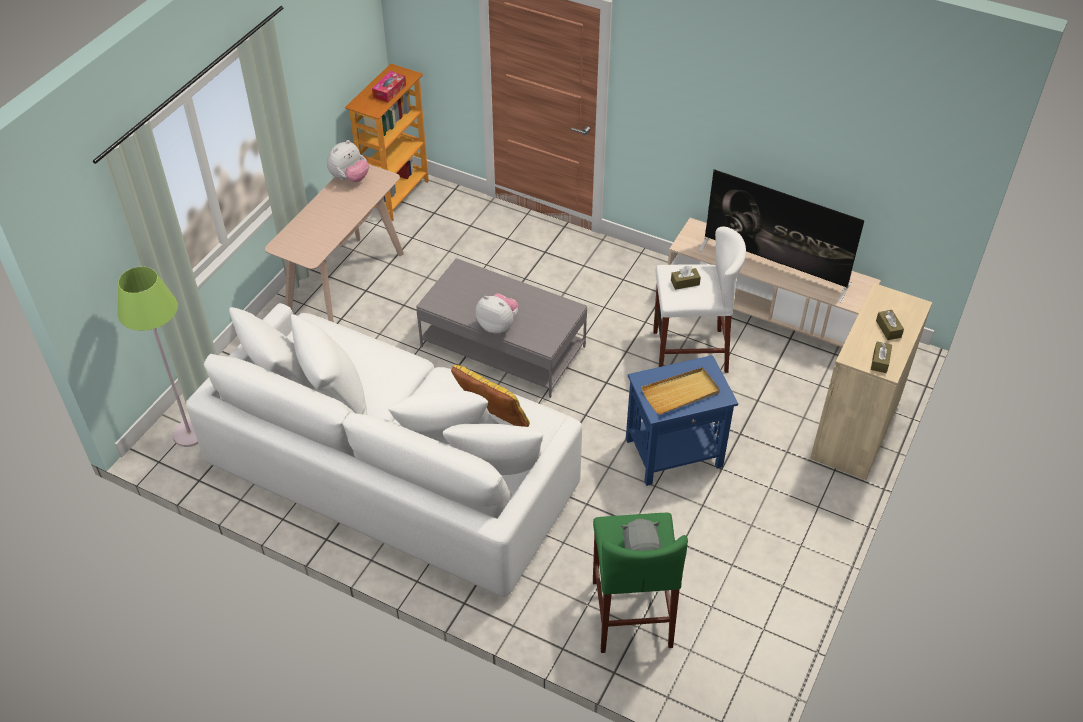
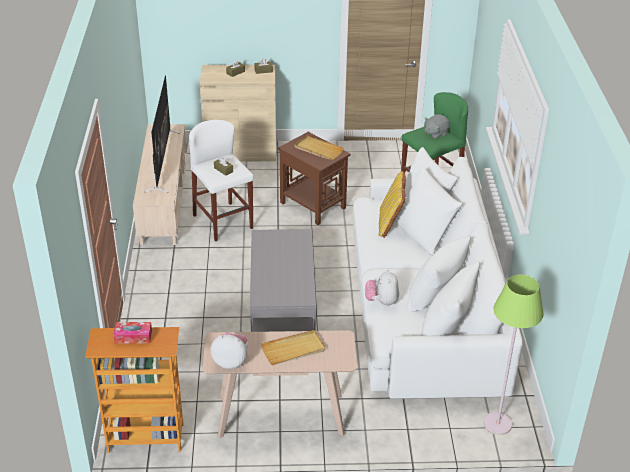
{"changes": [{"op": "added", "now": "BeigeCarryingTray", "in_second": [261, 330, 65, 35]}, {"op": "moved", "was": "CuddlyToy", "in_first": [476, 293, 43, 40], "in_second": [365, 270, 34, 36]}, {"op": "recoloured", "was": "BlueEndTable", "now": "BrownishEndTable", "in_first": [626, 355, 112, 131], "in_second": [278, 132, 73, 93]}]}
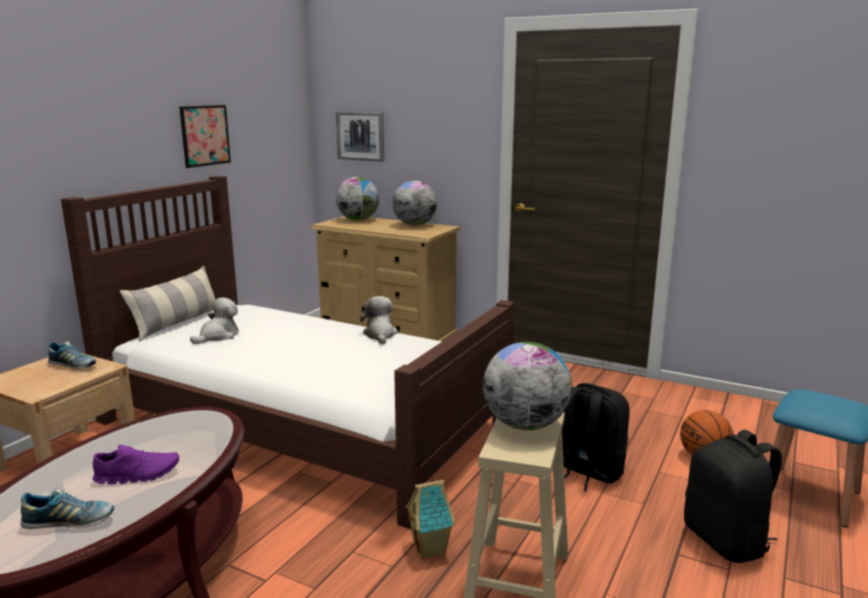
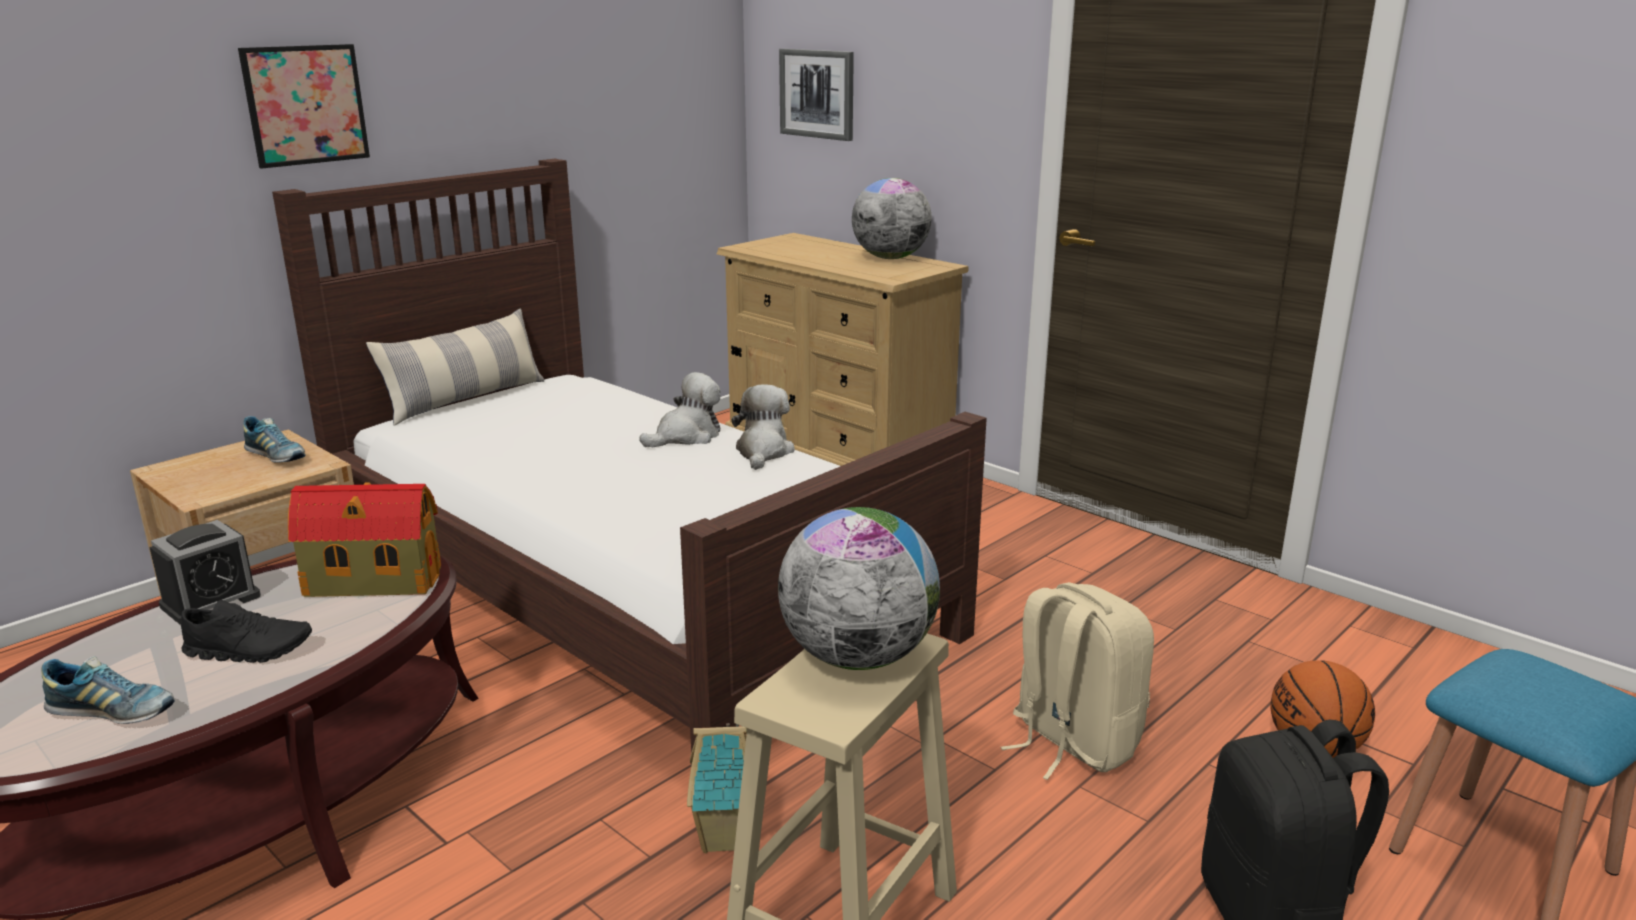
{"changes": [{"op": "removed", "was": "Globe", "in_first": [336, 177, 43, 43]}, {"op": "added", "now": "TableClock", "in_second": [149, 520, 112, 105]}, {"op": "added", "now": "ToyHouse", "in_second": [288, 482, 153, 115]}, {"op": "moved", "was": "WallPicture", "in_first": [179, 105, 52, 63], "in_second": [238, 44, 132, 125]}, {"op": "moved", "was": "CuddlyToy", "in_first": [190, 297, 49, 47], "in_second": [639, 372, 82, 75]}, {"op": "recoloured", "was": "PurpleColouredLowShoe", "now": "BlackColouredLowShoe", "in_first": [93, 445, 86, 40], "in_second": [181, 600, 131, 63]}, {"op": "recoloured", "was": "BlackColouredRucksack", "now": "BeigeRucksack", "in_first": [562, 383, 67, 108], "in_second": [1000, 582, 154, 198]}]}
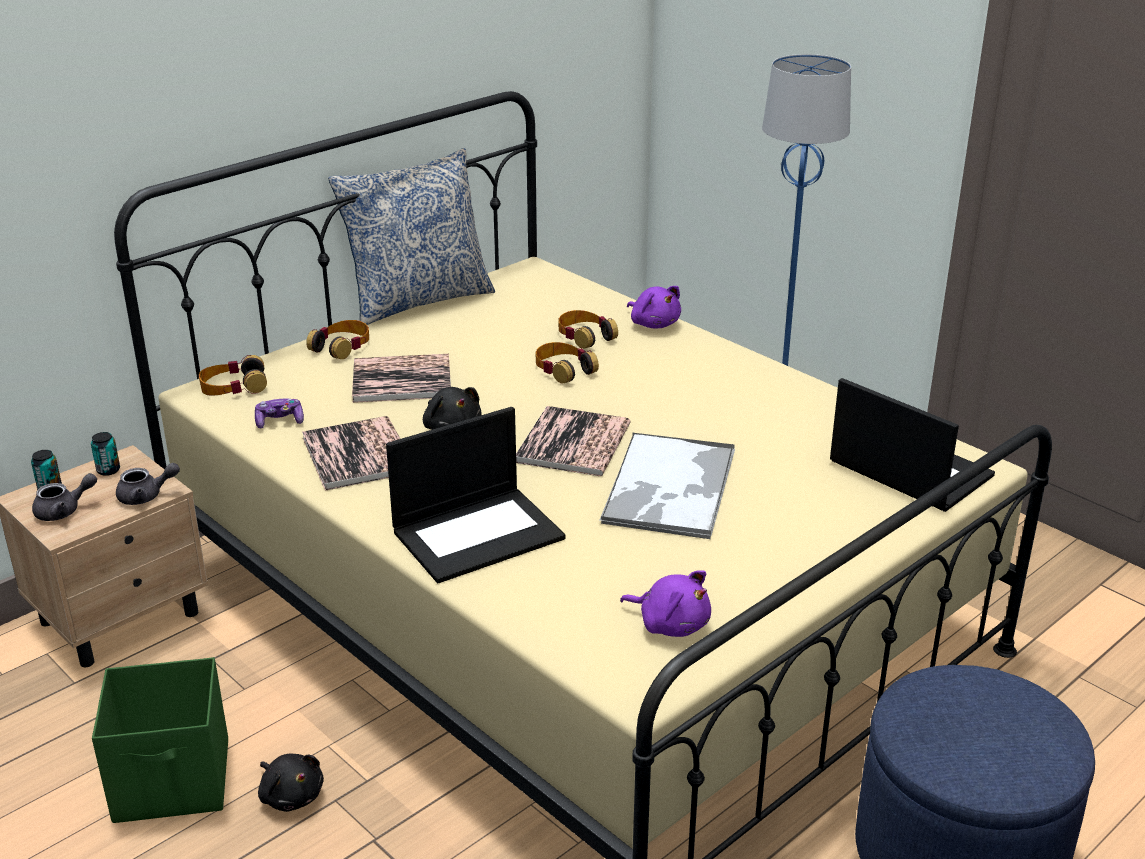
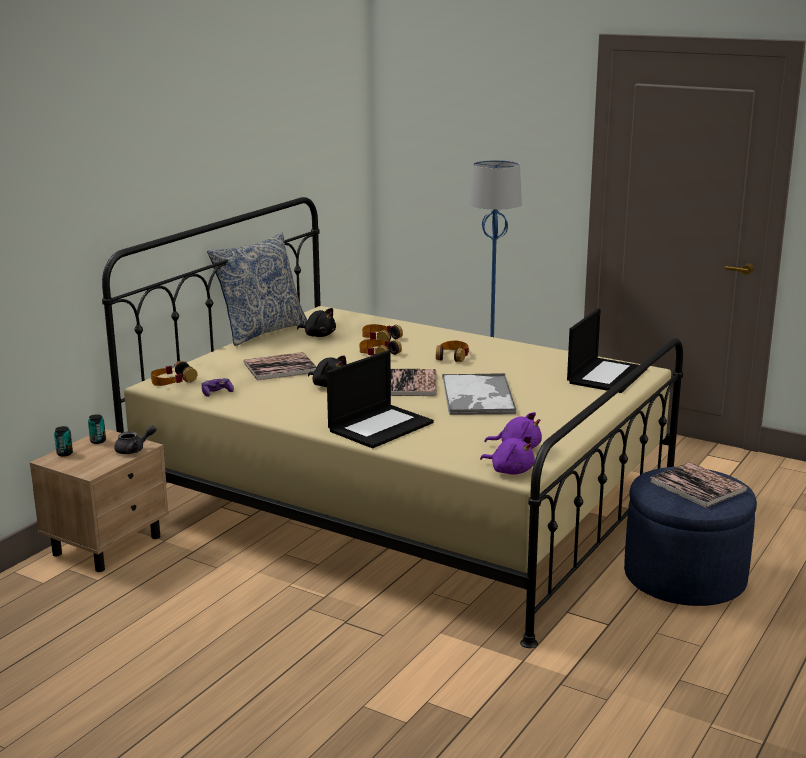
{"changes": [{"op": "removed", "was": "GreyPotForTea", "in_first": [32, 473, 65, 48]}, {"op": "removed", "was": "GreenStorageBox", "in_first": [92, 657, 136, 166]}, {"op": "moved", "was": "BlackColouredCuddlyToy", "in_first": [258, 754, 66, 58], "in_second": [297, 308, 39, 29]}, {"op": "moved", "was": "Volume", "in_first": [302, 416, 98, 75], "in_second": [650, 462, 98, 46]}, {"op": "moved", "was": "Headphones", "in_first": [306, 320, 63, 39], "in_second": [436, 341, 33, 21]}, {"op": "moved", "was": "PurpleColouredCuddlyToy", "in_first": [627, 286, 54, 43], "in_second": [480, 435, 55, 40]}, {"op": "turned", "was": "Laptop", "in_first": [830, 378, 165, 134], "in_second": [567, 308, 81, 85], "clockwise": 90}]}
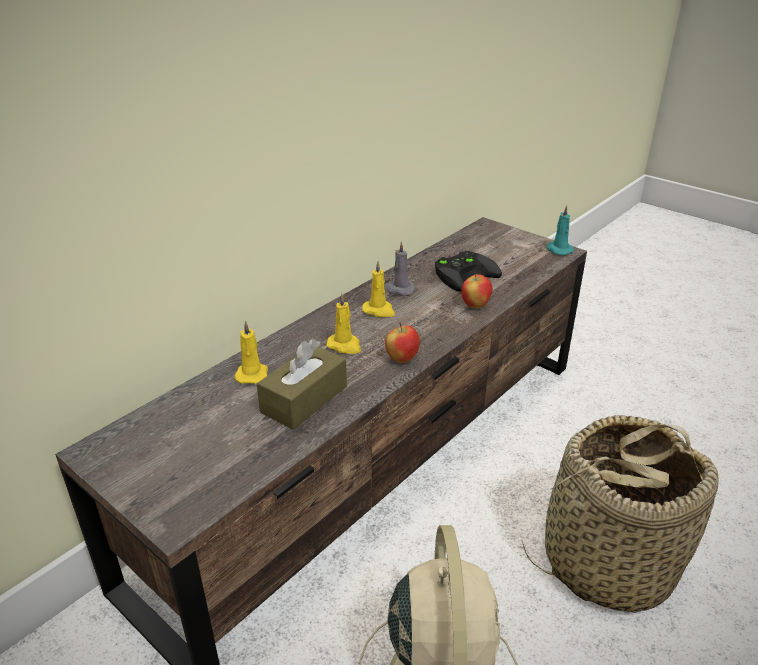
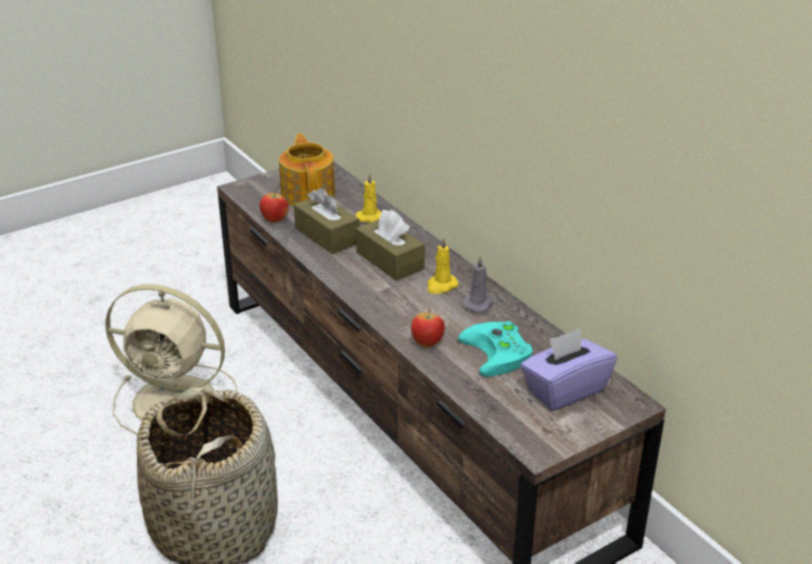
{"changes": [{"op": "removed", "was": "BlueGreenWaxLight", "in_first": [547, 205, 27, 50]}, {"op": "added", "now": "PotForTea", "in_second": [279, 133, 56, 73]}, {"op": "added", "now": "PurpleColouredTissueHolder", "in_second": [520, 329, 97, 82]}, {"op": "moved", "was": "Apple", "in_first": [385, 323, 35, 40], "in_second": [259, 189, 29, 34]}, {"op": "replaced", "was": "YellowColouredWaxLight", "now": "BrownishTissueHolder", "in_first": [326, 294, 35, 60], "in_second": [356, 210, 69, 71]}, {"op": "recoloured", "was": "BlackColouredGameController", "now": "BlueGreenGameController", "in_first": [435, 251, 67, 41], "in_second": [458, 321, 75, 56]}]}
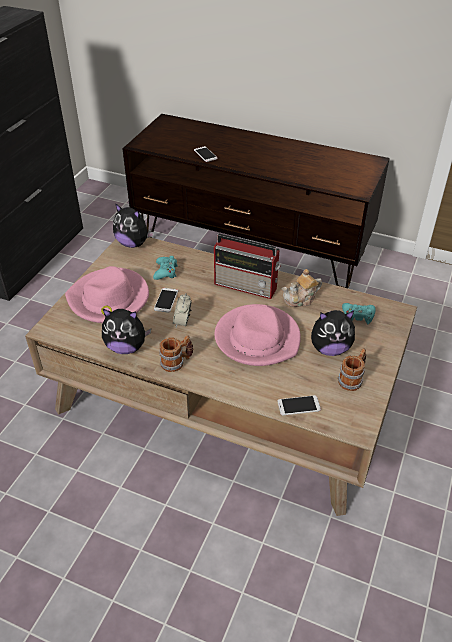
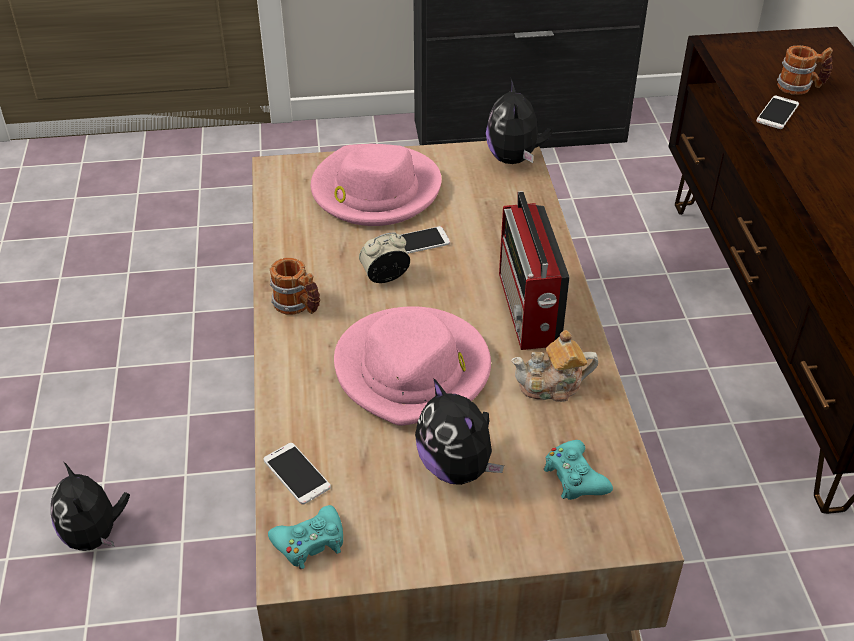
{"changes": [{"op": "moved", "was": "CuddlyToy", "in_first": [102, 309, 49, 45], "in_second": [51, 462, 79, 89]}, {"op": "moved", "was": "BlueGreenGameController", "in_first": [153, 256, 25, 24], "in_second": [268, 505, 75, 64]}, {"op": "moved", "was": "CoffeeMug", "in_first": [338, 348, 28, 43], "in_second": [777, 46, 56, 49]}, {"op": "turned", "was": "PotForTea", "in_first": [282, 269, 40, 38], "in_second": [511, 330, 87, 72], "clockwise": -45}]}
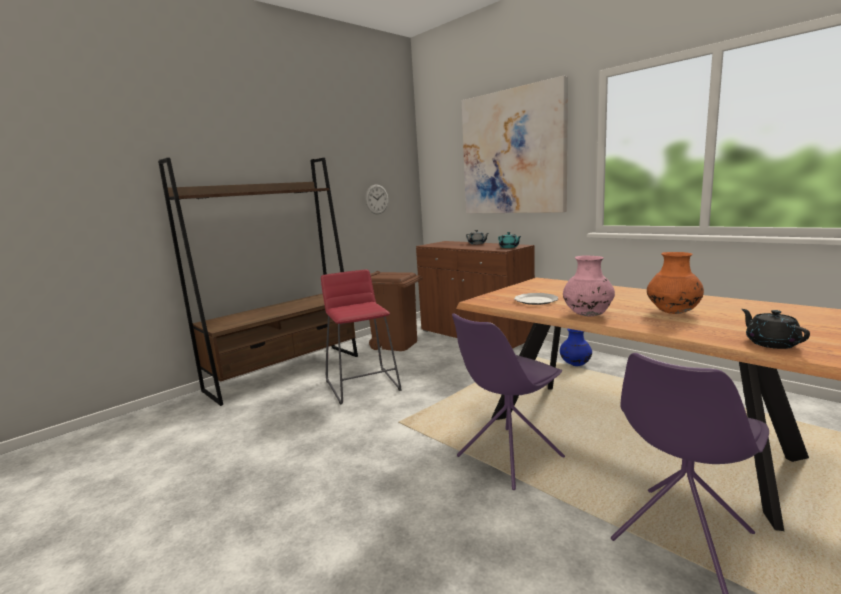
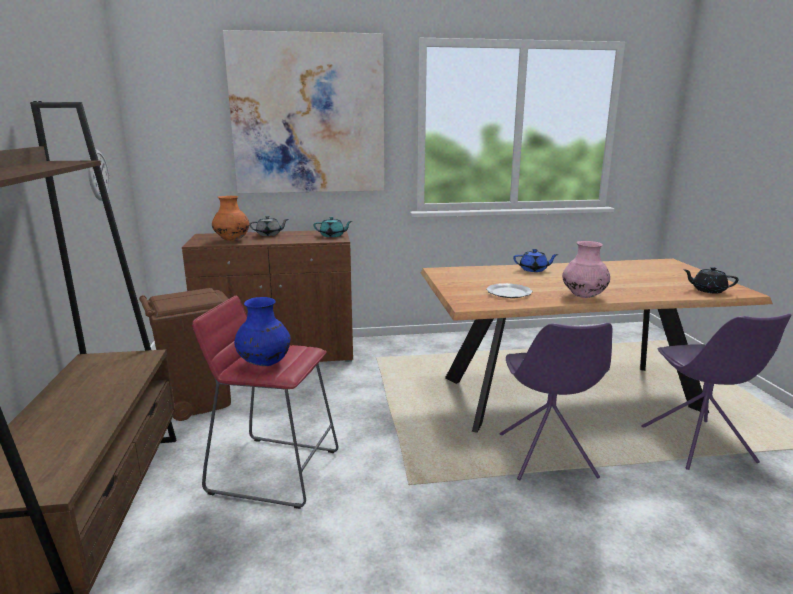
{"changes": [{"op": "added", "now": "BluePotForTea", "in_second": [513, 249, 46, 23]}, {"op": "moved", "was": "BlueDecorativeVase", "in_first": [560, 329, 32, 37], "in_second": [234, 297, 56, 69]}, {"op": "moved", "was": "OrangeyDecorativeVase", "in_first": [647, 252, 57, 62], "in_second": [212, 196, 37, 45]}]}
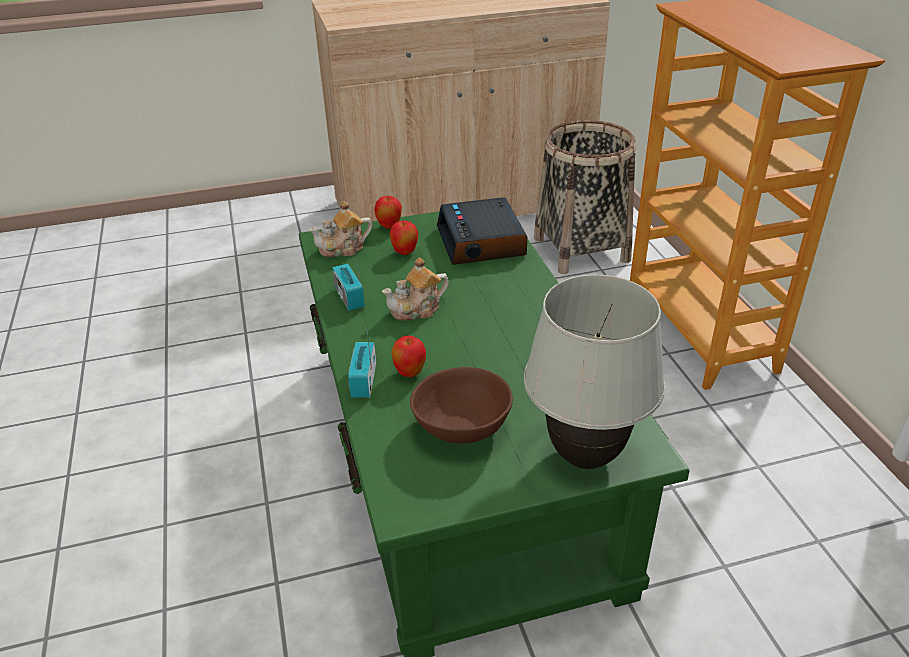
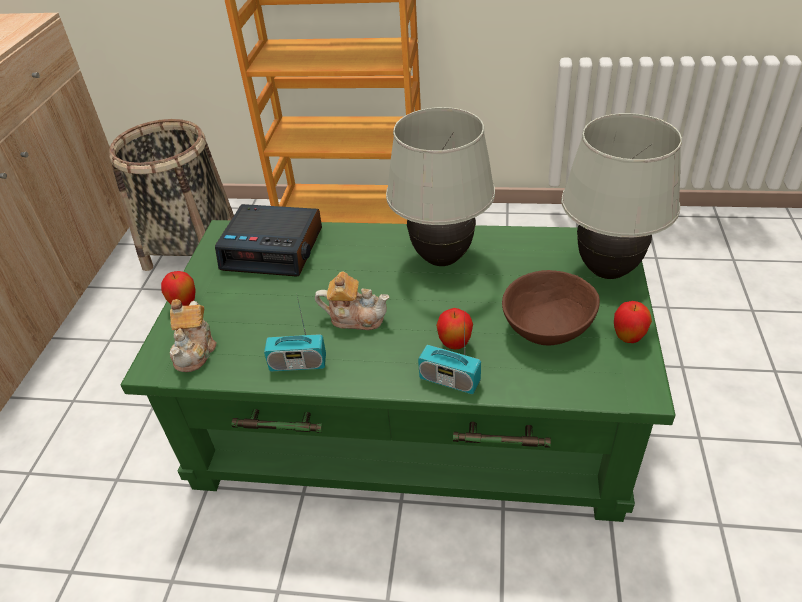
{"changes": [{"op": "added", "now": "WhitishLampForATable", "in_second": [386, 107, 109, 159]}, {"op": "moved", "was": "Apple", "in_first": [390, 221, 28, 34], "in_second": [614, 301, 38, 42]}, {"op": "turned", "was": "PotForTea", "in_first": [382, 257, 67, 63], "in_second": [315, 272, 74, 58], "clockwise": -75}]}
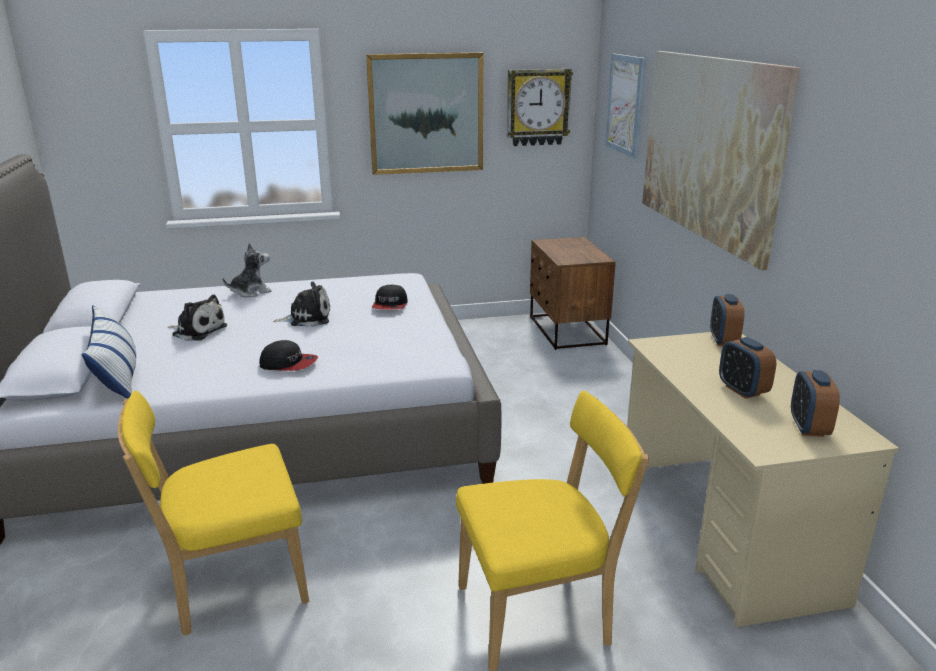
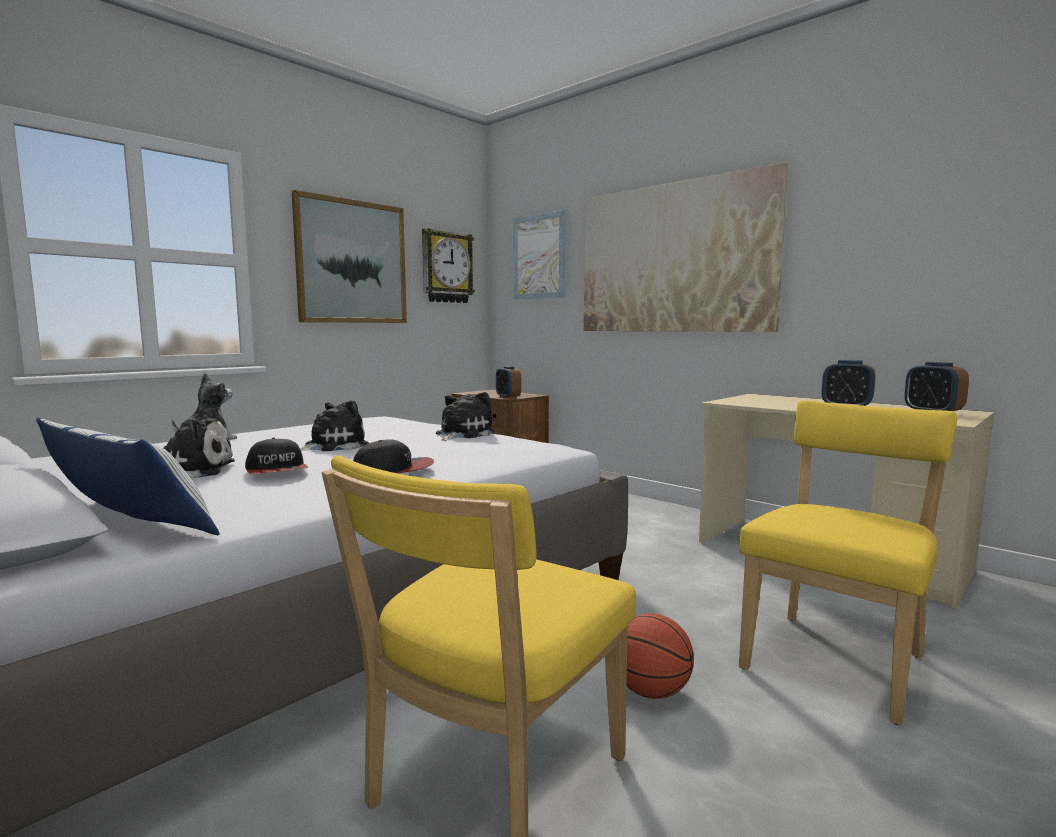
{"changes": [{"op": "added", "now": "CuddlyToy", "in_second": [436, 392, 58, 49]}, {"op": "added", "now": "BallForBasketball", "in_second": [627, 613, 67, 86]}, {"op": "moved", "was": "PeakedCap", "in_first": [372, 285, 36, 25], "in_second": [245, 438, 63, 36]}, {"op": "moved", "was": "TableClock", "in_first": [710, 294, 34, 52], "in_second": [496, 366, 25, 33]}]}
